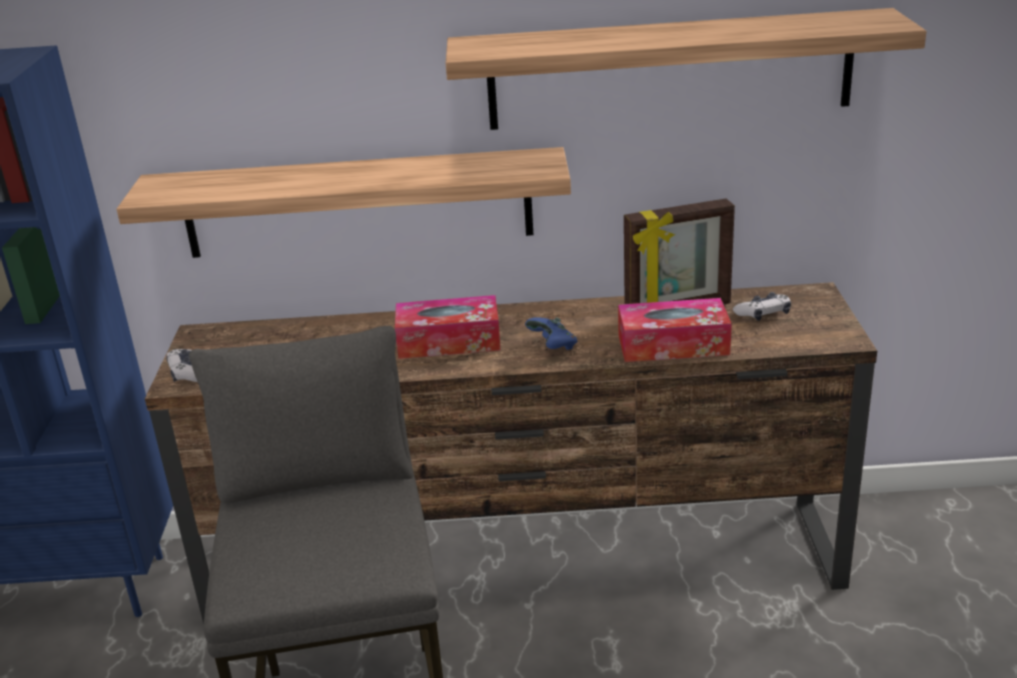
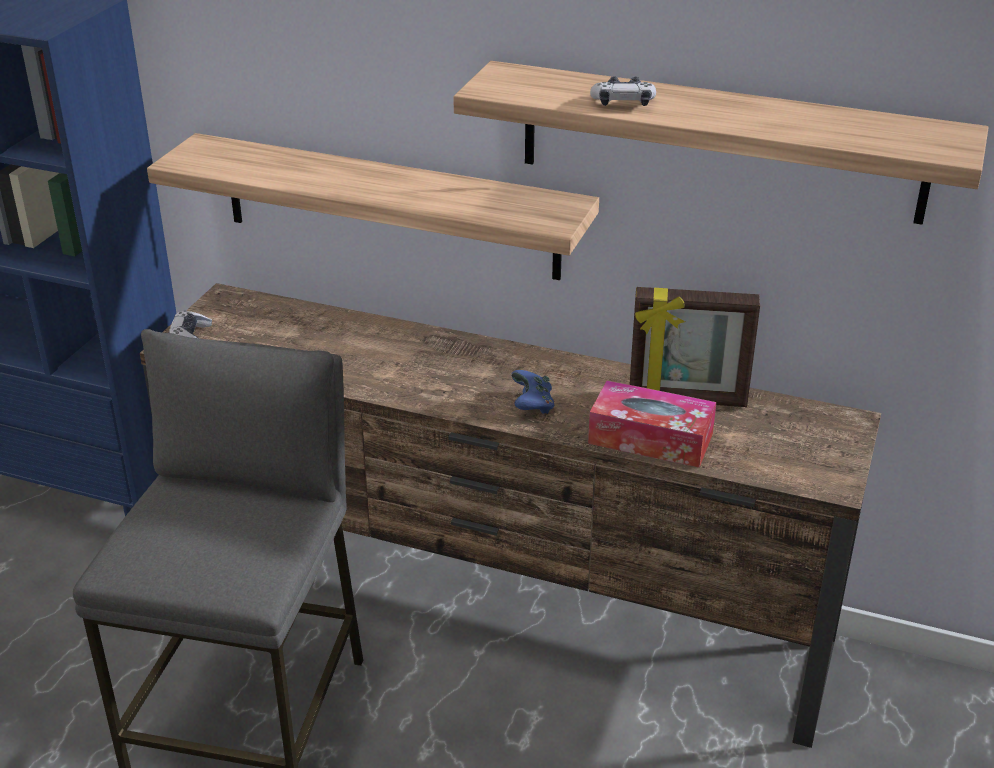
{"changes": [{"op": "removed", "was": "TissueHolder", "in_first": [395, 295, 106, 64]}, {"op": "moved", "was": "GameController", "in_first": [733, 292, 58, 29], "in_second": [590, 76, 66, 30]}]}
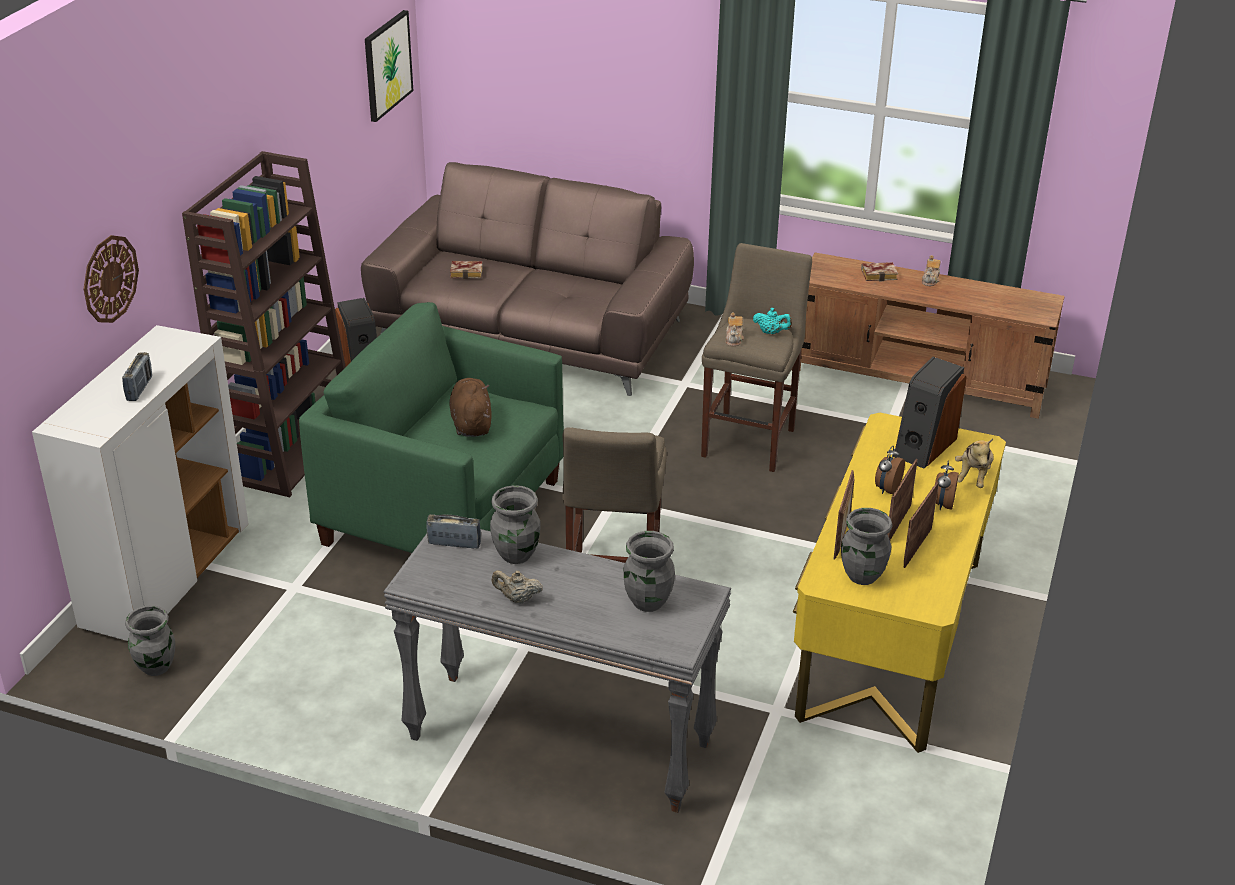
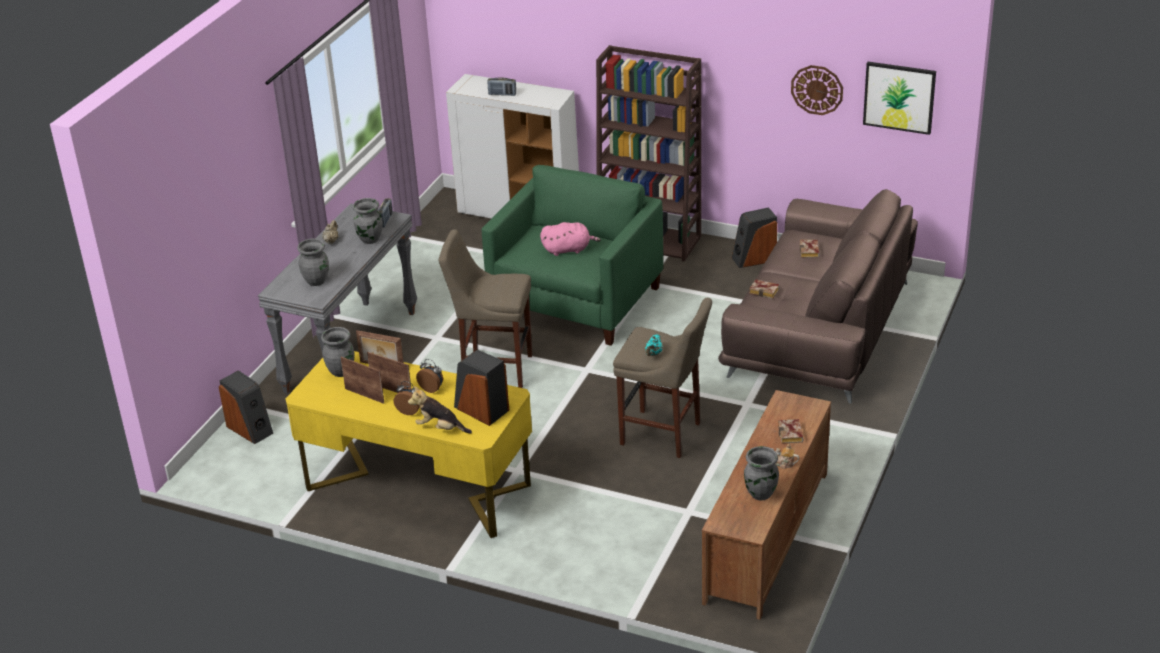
{"changes": [{"op": "removed", "was": "PotForTea", "in_first": [726, 312, 18, 34]}, {"op": "added", "now": "AudioSpeaker", "in_second": [219, 370, 54, 74]}, {"op": "added", "now": "Volume", "in_second": [749, 279, 30, 20]}, {"op": "moved", "was": "ClockOnTheWall", "in_first": [84, 235, 55, 88], "in_second": [791, 65, 52, 50]}, {"op": "moved", "was": "GreyDecorativeVase", "in_first": [125, 605, 50, 71], "in_second": [744, 446, 35, 54]}, {"op": "recoloured", "was": "BrownishCuddlyToy", "now": "PinkCuddlyToy", "in_first": [449, 378, 43, 59], "in_second": [540, 222, 61, 34]}]}
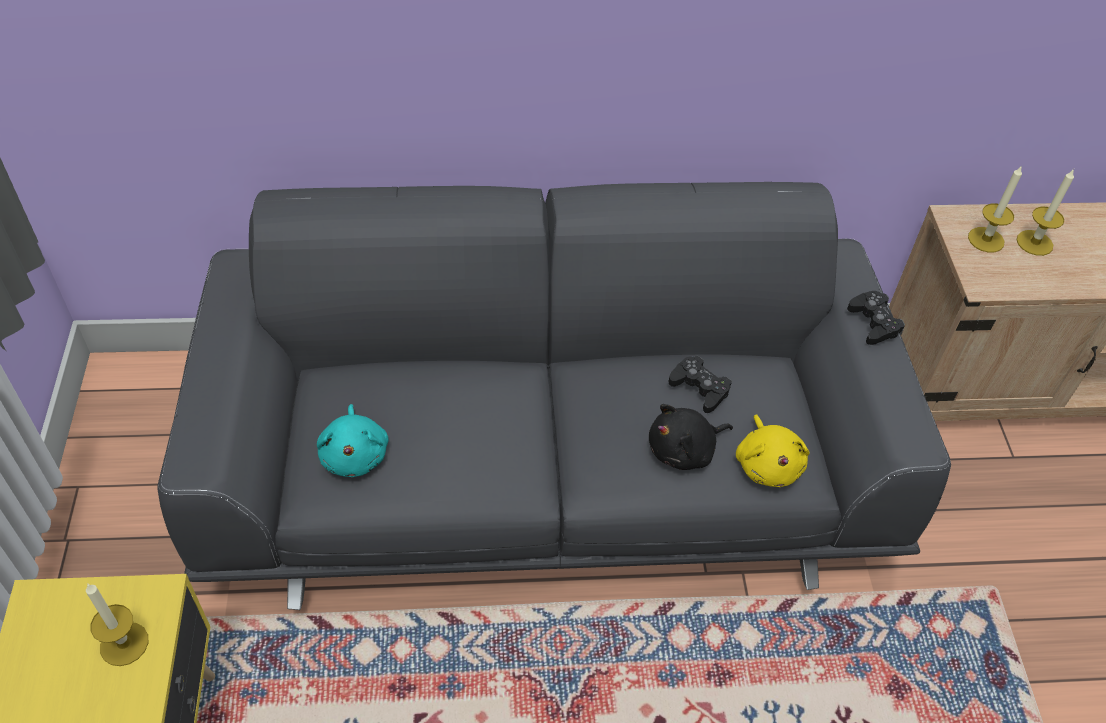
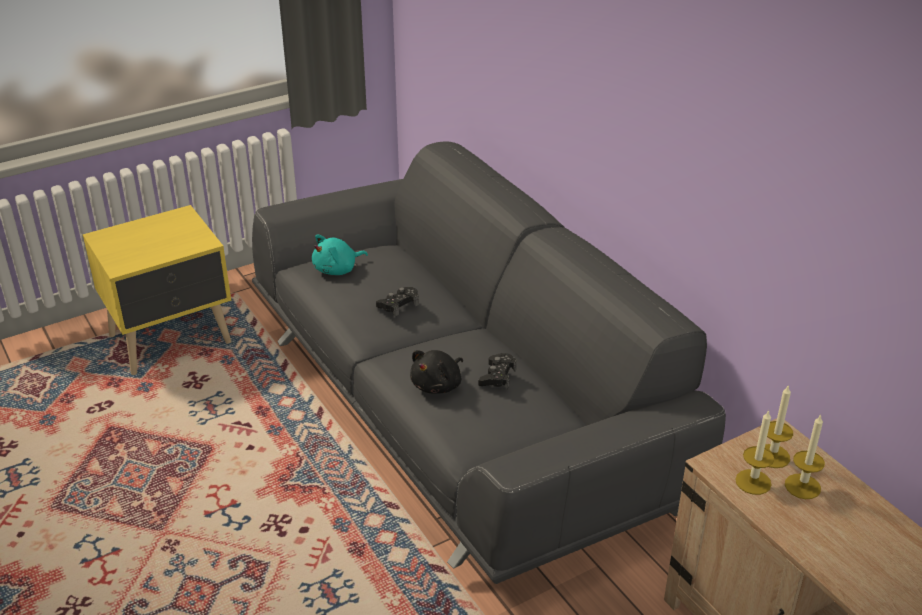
{"changes": [{"op": "removed", "was": "YellowColouredCuddlyToy", "in_first": [736, 414, 74, 73]}, {"op": "moved", "was": "WaxLight", "in_first": [86, 583, 62, 83], "in_second": [735, 410, 39, 85]}, {"op": "moved", "was": "BlackColouredGameController", "in_first": [847, 291, 58, 54], "in_second": [376, 287, 43, 30]}, {"op": "turned", "was": "BlackColouredCuddlyToy", "in_first": [649, 404, 84, 66], "in_second": [410, 350, 53, 44], "clockwise": -90}]}
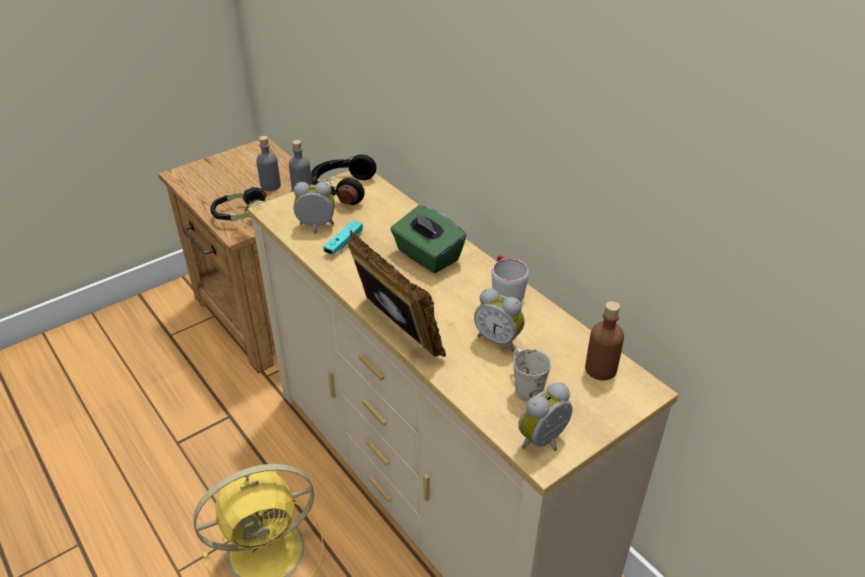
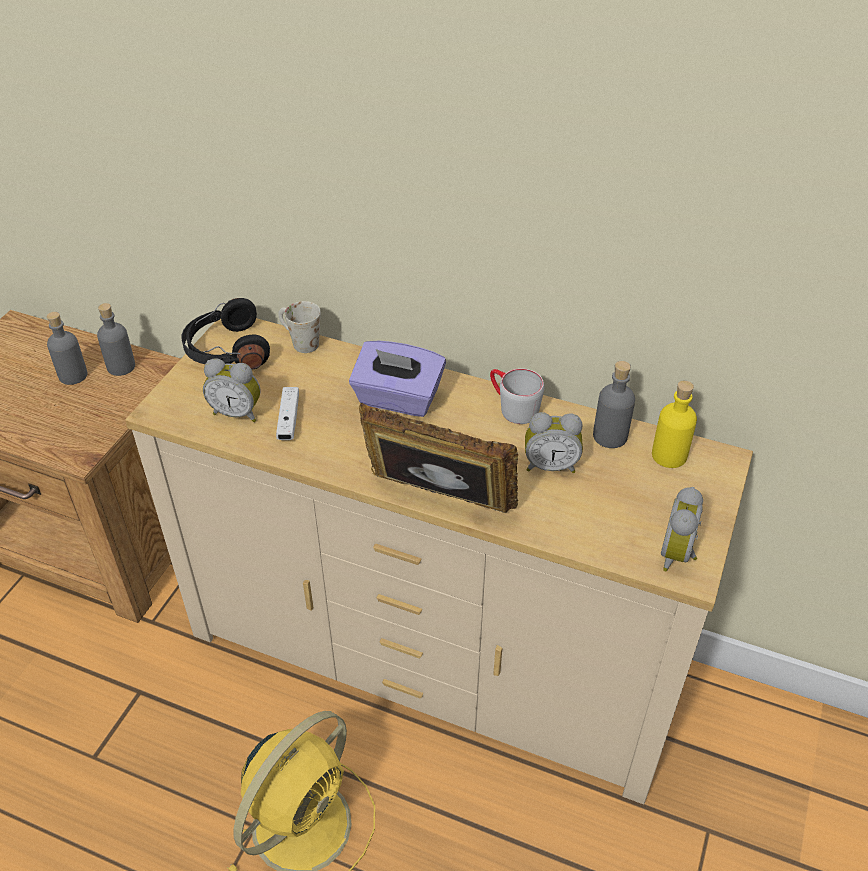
{"changes": [{"op": "removed", "was": "Headphones", "in_first": [210, 186, 57, 35]}, {"op": "added", "now": "GreyDrinkBottle", "in_second": [593, 361, 42, 87]}, {"op": "moved", "was": "WhitishCoffeeMug", "in_first": [513, 348, 38, 54], "in_second": [278, 301, 43, 52]}, {"op": "recoloured", "was": "BlueGreenGameController", "now": "WhitishGameController", "in_first": [323, 221, 40, 34], "in_second": [276, 387, 23, 53]}, {"op": "recoloured", "was": "GreenTissueHolder", "now": "PurpleColouredTissueHolder", "in_first": [390, 205, 76, 68], "in_second": [349, 340, 97, 77]}, {"op": "recoloured", "was": "BrownishDrinkBottle", "now": "YellowColouredDrinkBottle", "in_first": [585, 301, 39, 79], "in_second": [652, 381, 45, 87]}, {"op": "turned", "was": "TableClock", "in_first": [293, 182, 42, 52], "in_second": [203, 358, 57, 64], "clockwise": -135}]}
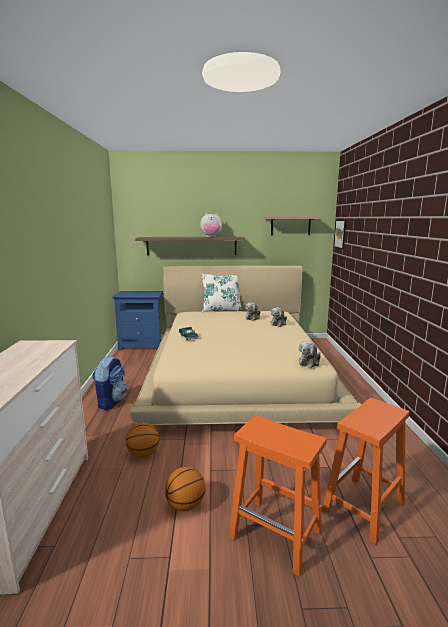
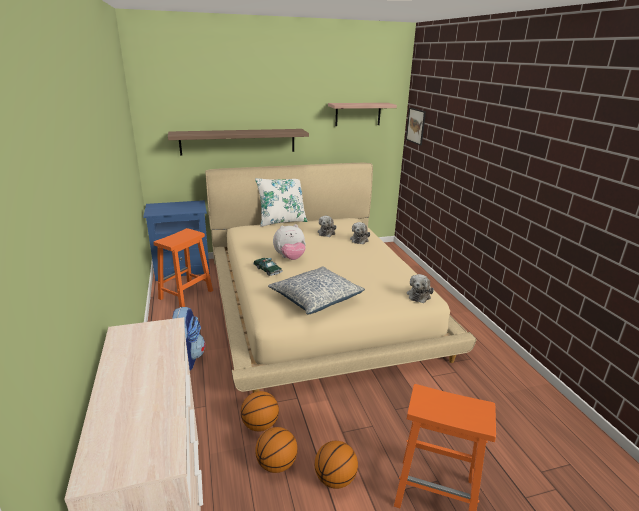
{"changes": [{"op": "added", "now": "BallForBasketball", "in_second": [255, 427, 43, 46]}, {"op": "added", "now": "Pillow", "in_second": [268, 267, 97, 48]}, {"op": "moved", "was": "CuddlyToy", "in_first": [200, 213, 22, 24], "in_second": [273, 224, 33, 36]}, {"op": "moved", "was": "OrangeyStool", "in_first": [322, 398, 87, 147], "in_second": [153, 228, 60, 79]}]}
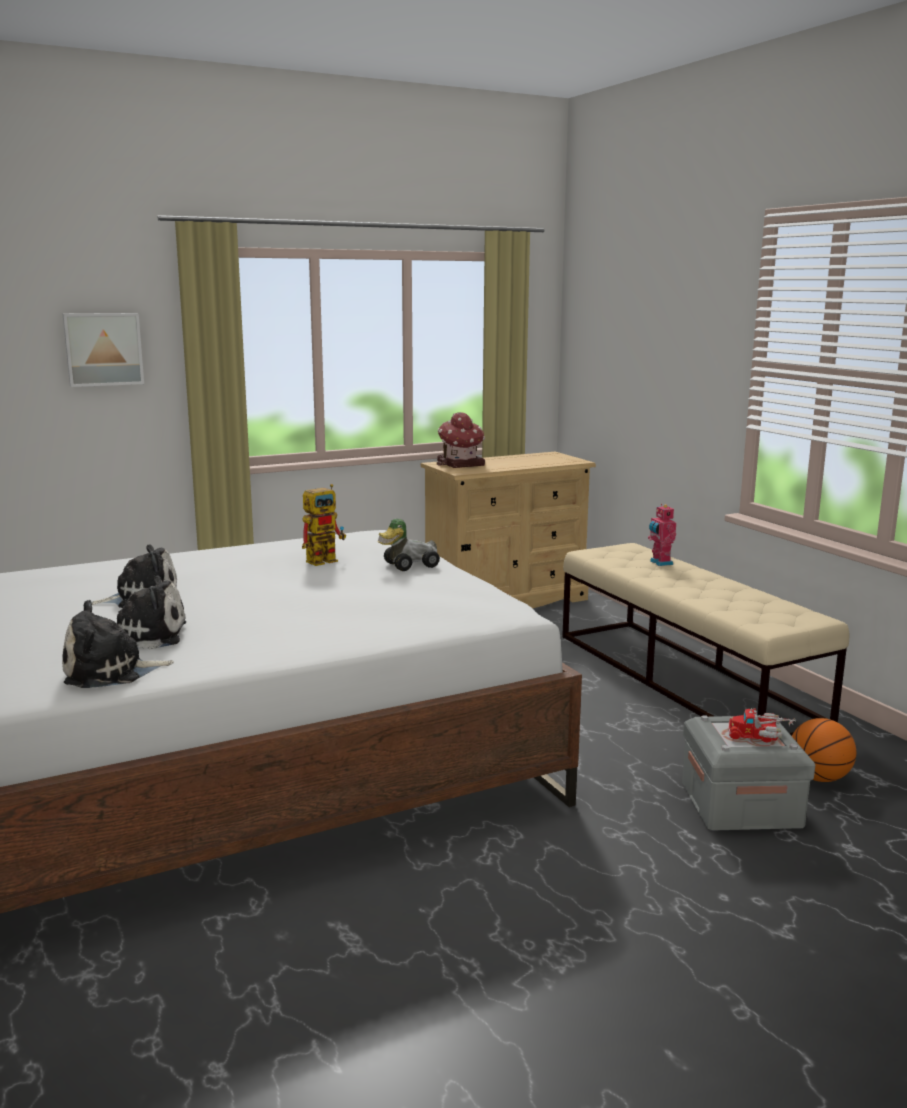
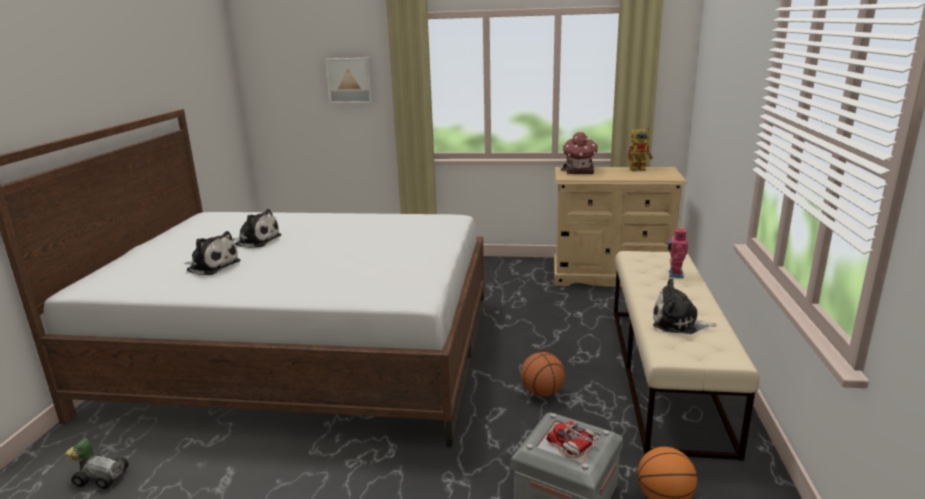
{"changes": [{"op": "added", "now": "BallForBasketball", "in_second": [521, 352, 44, 45]}, {"op": "moved", "was": "CuddlyToy", "in_first": [62, 600, 112, 88], "in_second": [653, 279, 64, 55]}, {"op": "moved", "was": "ModelRobot", "in_first": [302, 484, 44, 82], "in_second": [626, 127, 27, 45]}, {"op": "moved", "was": "ModelCar", "in_first": [377, 519, 63, 52], "in_second": [66, 439, 63, 50]}]}
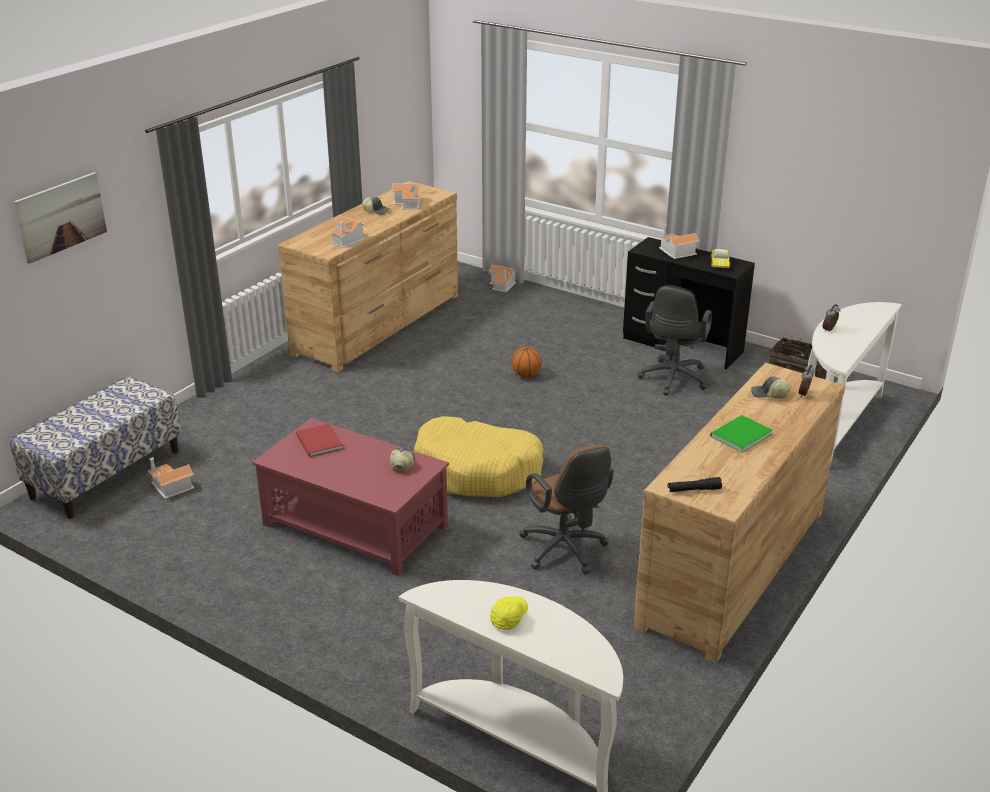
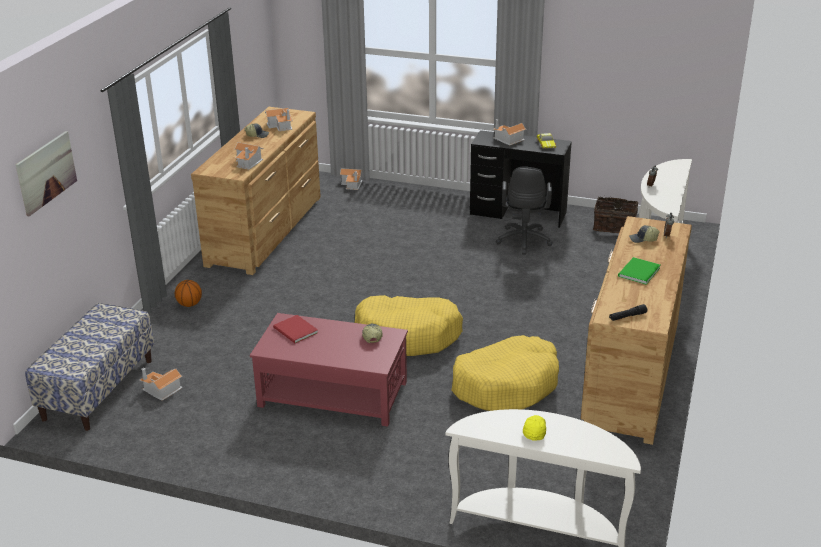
{"changes": [{"op": "moved", "was": "BallForBasketball", "in_first": [511, 347, 31, 31], "in_second": [175, 280, 27, 27]}, {"op": "replaced", "was": "BrownishOfficeChair", "now": "YellowColouredDogBed", "in_first": [519, 444, 95, 131], "in_second": [451, 335, 108, 76]}]}
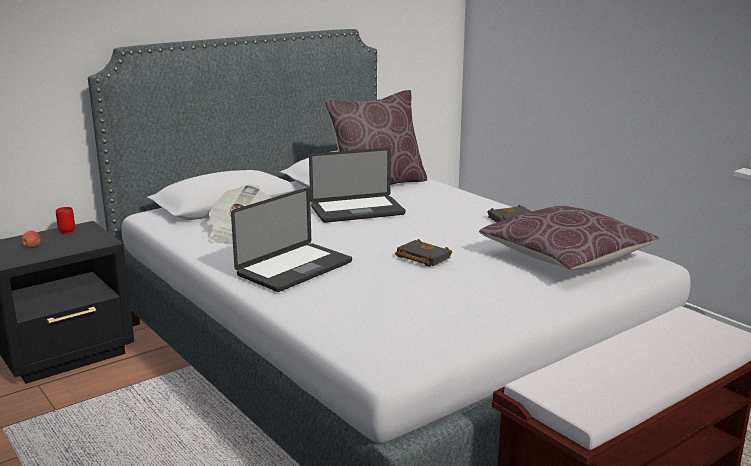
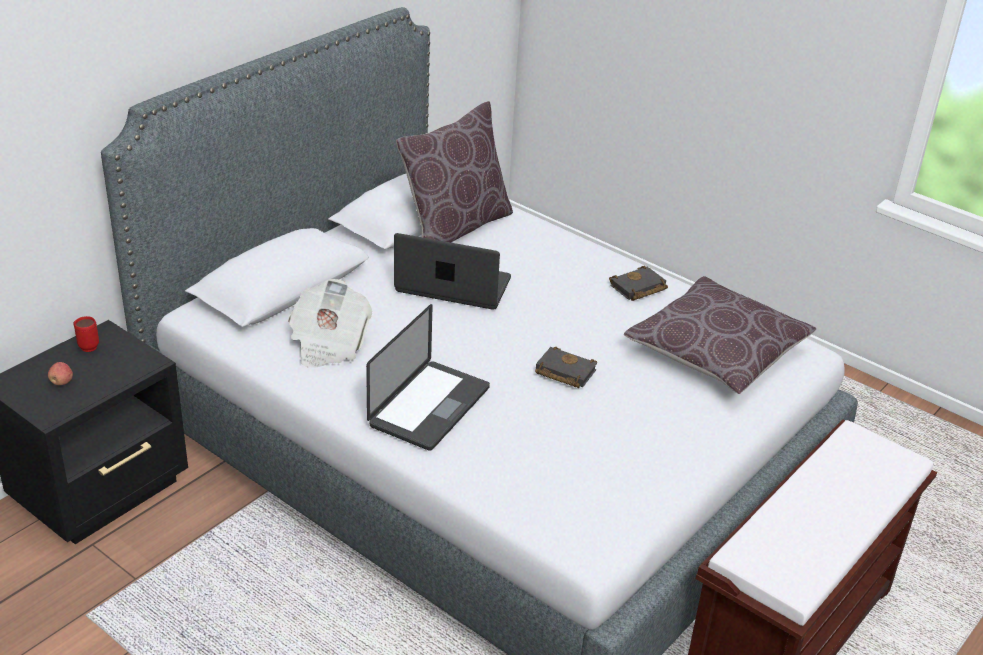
{"changes": [{"op": "turned", "was": "Laptop", "in_first": [309, 148, 97, 75], "in_second": [394, 233, 117, 77], "clockwise": -135}]}
